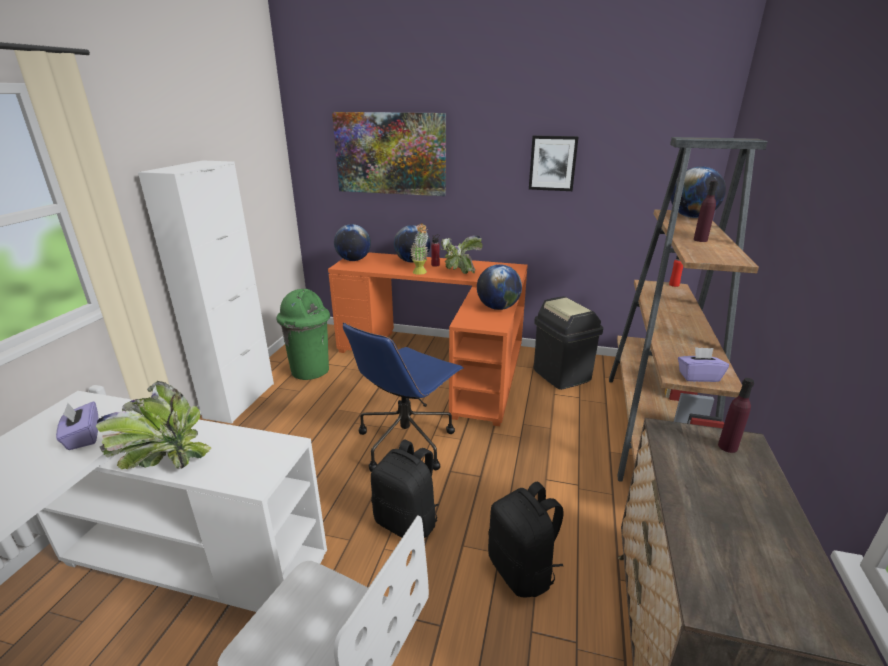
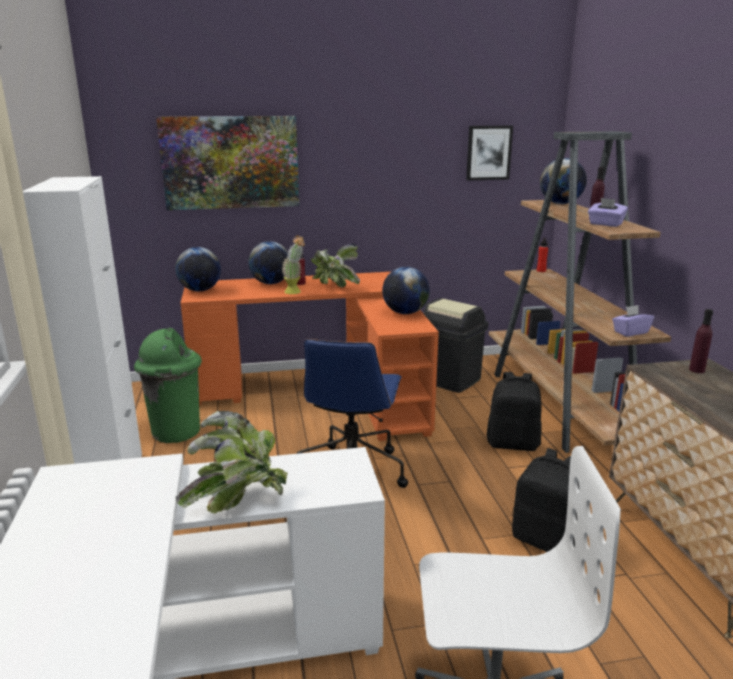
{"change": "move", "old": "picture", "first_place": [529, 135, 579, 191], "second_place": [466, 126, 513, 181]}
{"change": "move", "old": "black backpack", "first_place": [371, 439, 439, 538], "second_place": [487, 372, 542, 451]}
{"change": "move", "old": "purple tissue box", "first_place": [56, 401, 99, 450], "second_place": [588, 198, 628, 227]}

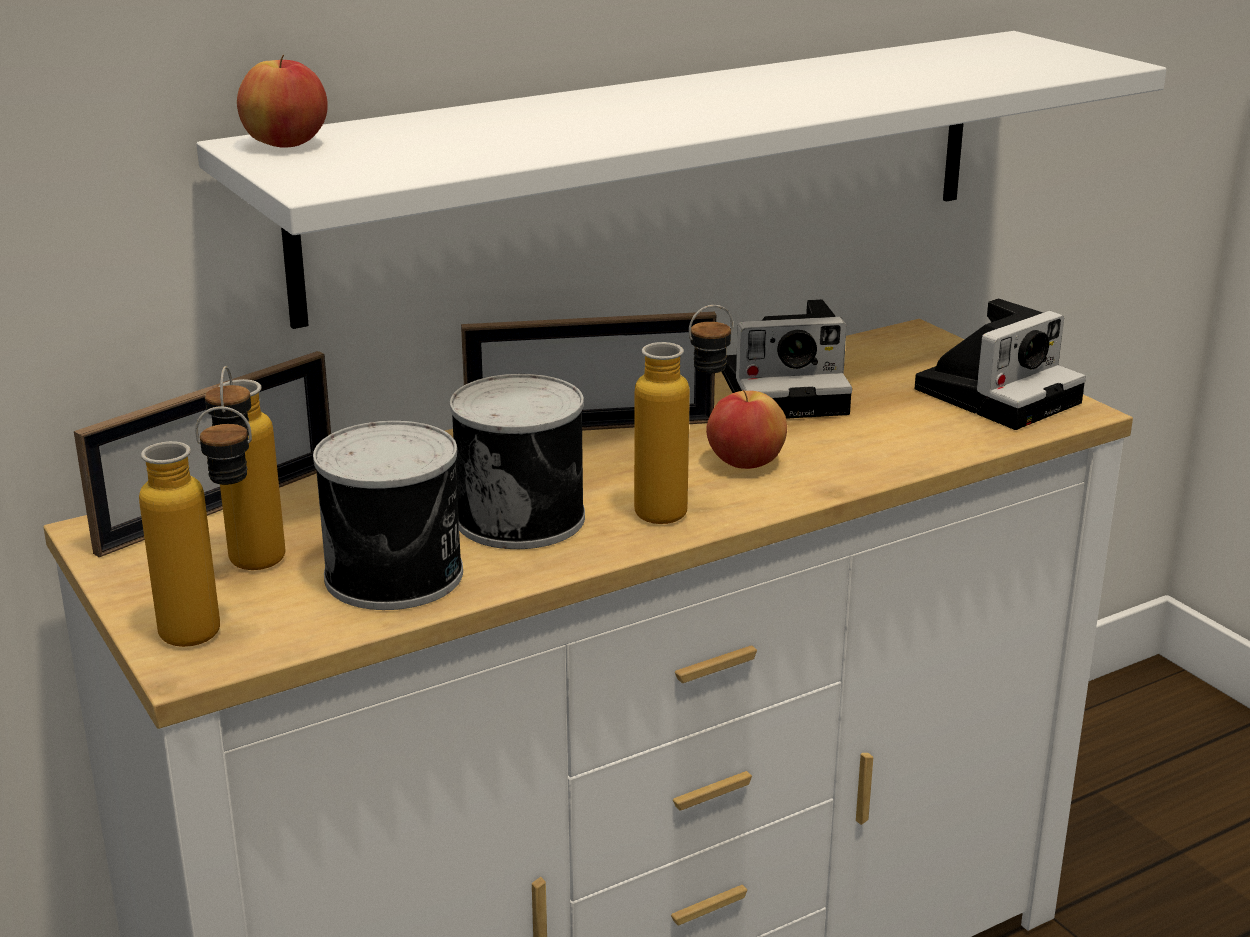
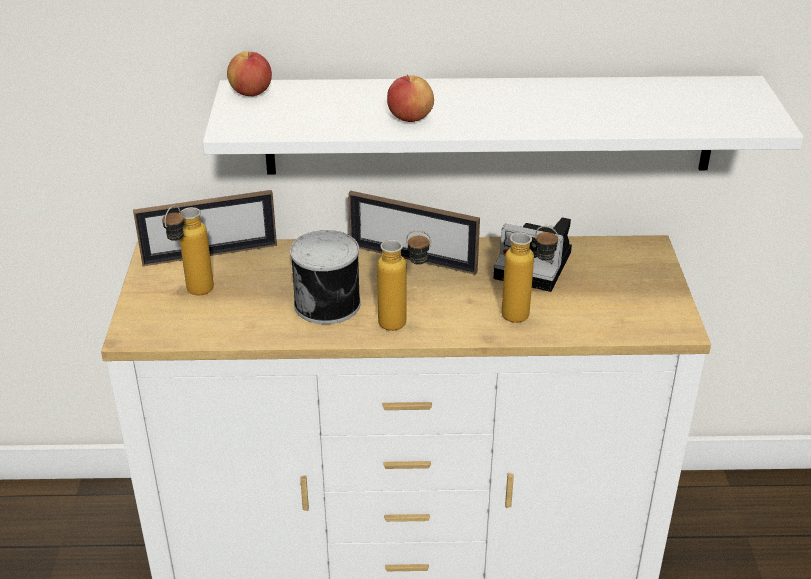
{"change": "move", "old": "apple", "first_place": [706, 389, 787, 469], "second_place": [387, 75, 434, 122]}
{"change": "move", "old": "bottle", "first_place": [139, 406, 252, 647], "second_place": [502, 226, 559, 323]}
{"change": "delete", "old": "can", "first_place": [313, 421, 463, 610]}
{"change": "delete", "old": "photo camera", "first_place": [915, 299, 1086, 430]}

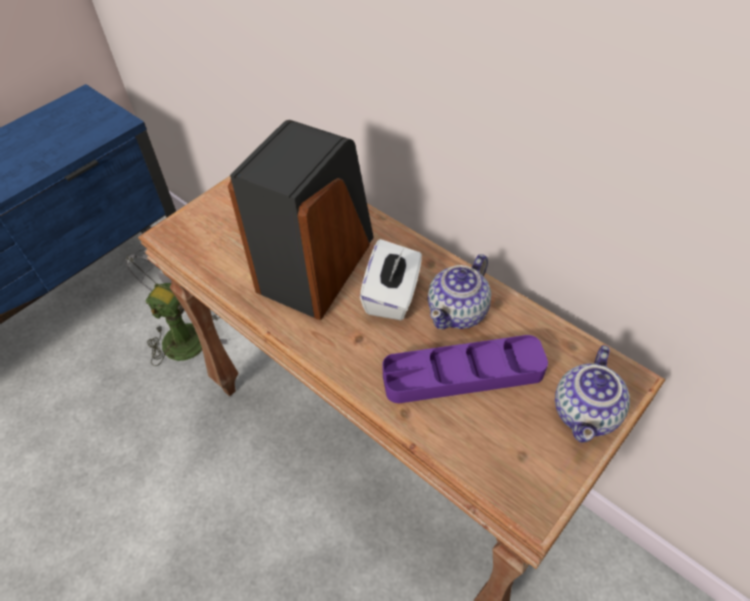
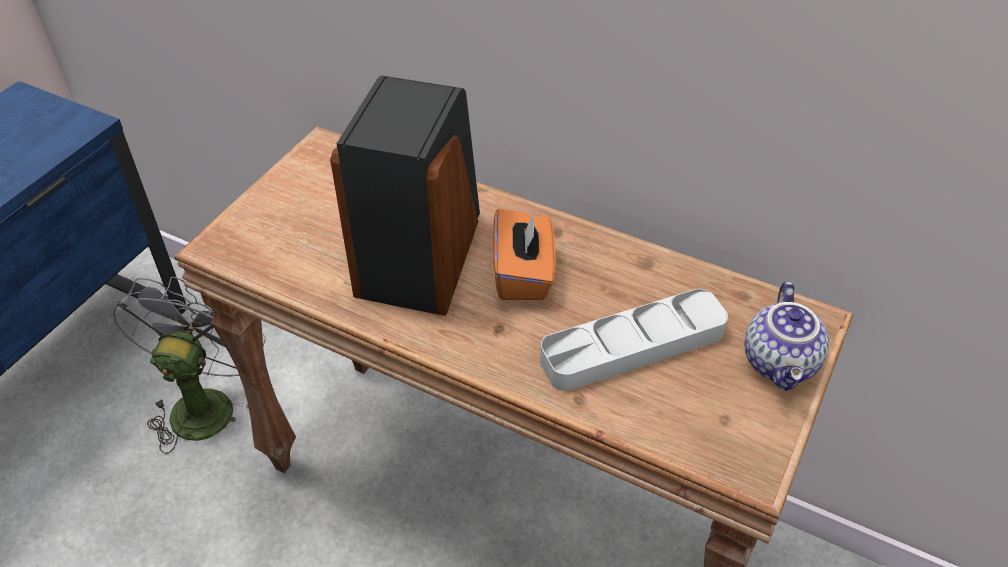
{"change": "recolor", "old": "white tissue box", "new": "orange tissue box", "first_place": [360, 239, 422, 320], "second_place": [493, 208, 555, 300]}
{"change": "recolor", "old": "purple tray", "new": "grey tray", "first_place": [382, 335, 548, 403], "second_place": [540, 289, 728, 391]}
{"change": "delete", "old": "teapot", "first_place": [428, 254, 491, 329]}

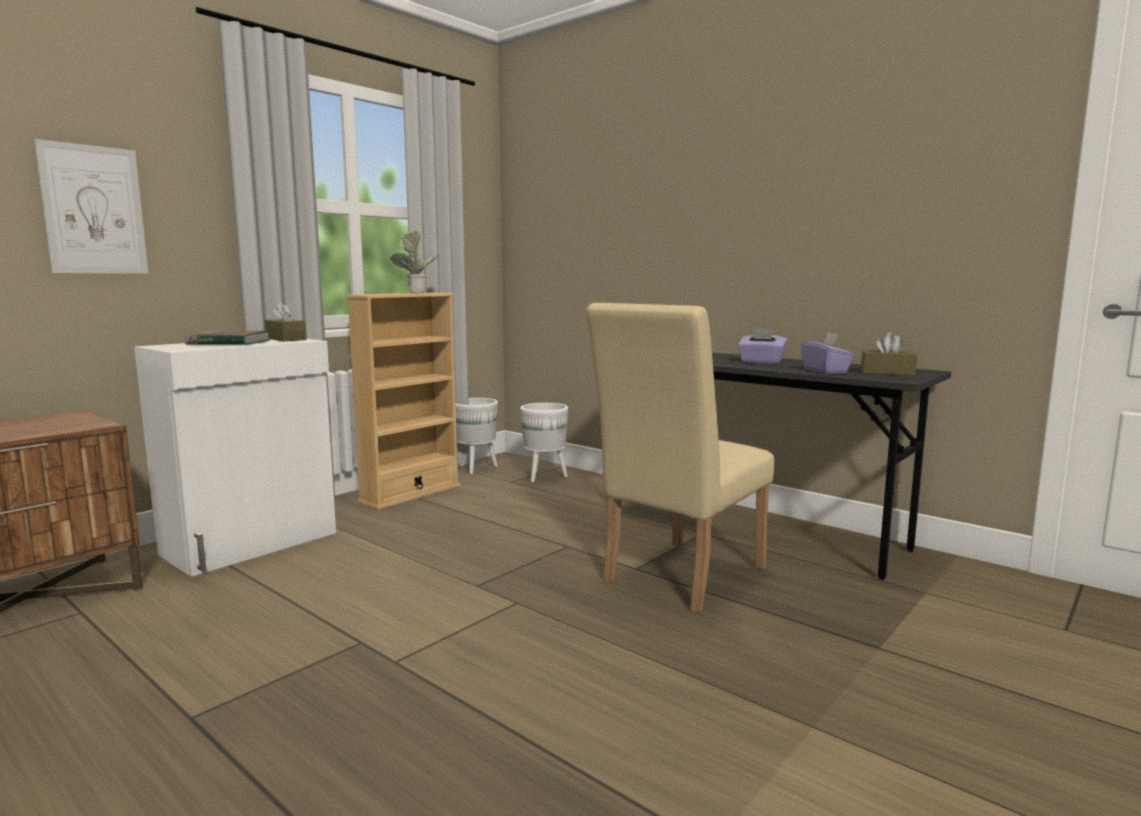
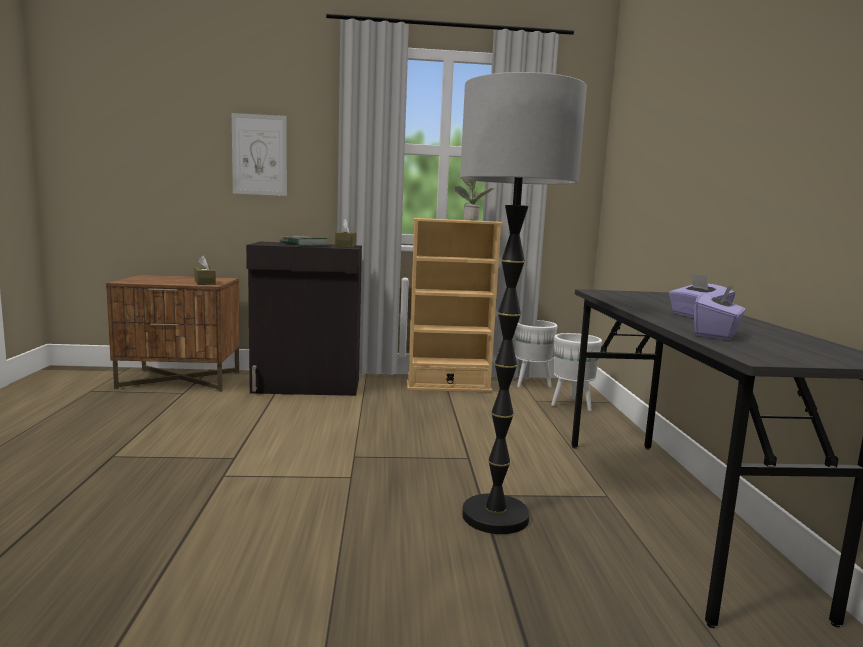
{"change": "move", "old": "brown tissue box", "first_place": [861, 332, 917, 376], "second_place": [194, 256, 216, 285]}
{"change": "recolor", "old": "white cabinet", "new": "black cabinet", "first_place": [134, 339, 336, 577], "second_place": [246, 242, 362, 396]}
{"change": "replace", "old": "beige chair", "new": "floor lamp", "first_place": [586, 303, 774, 614], "second_place": [460, 72, 587, 534]}

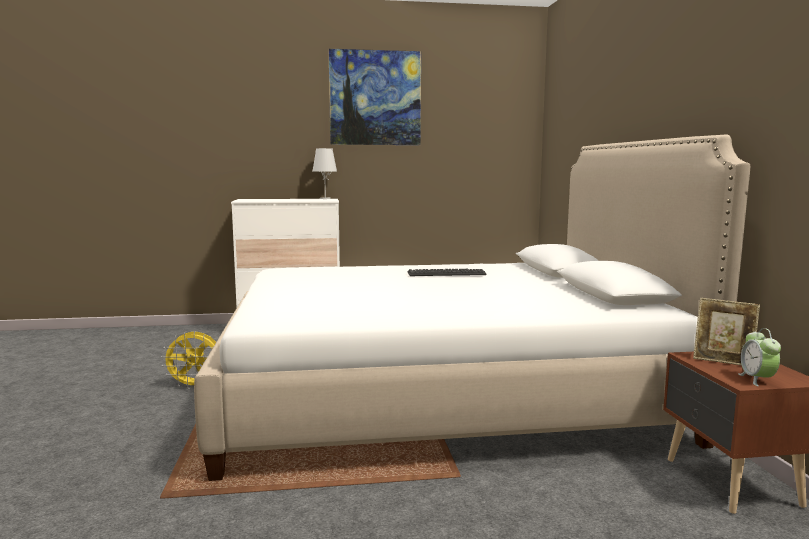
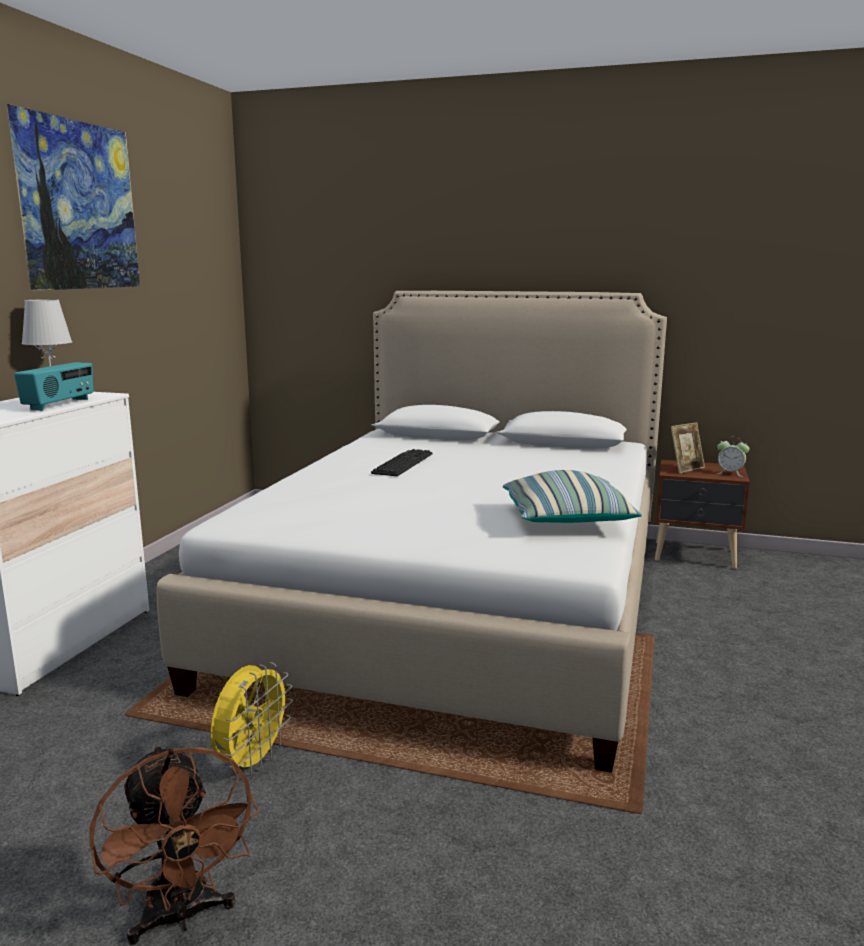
{"change": "insert", "new": "radio", "second_place": [14, 362, 93, 411]}
{"change": "insert", "new": "brown fan", "second_place": [90, 745, 259, 945]}
{"change": "insert", "new": "pillow", "second_place": [503, 470, 642, 523]}

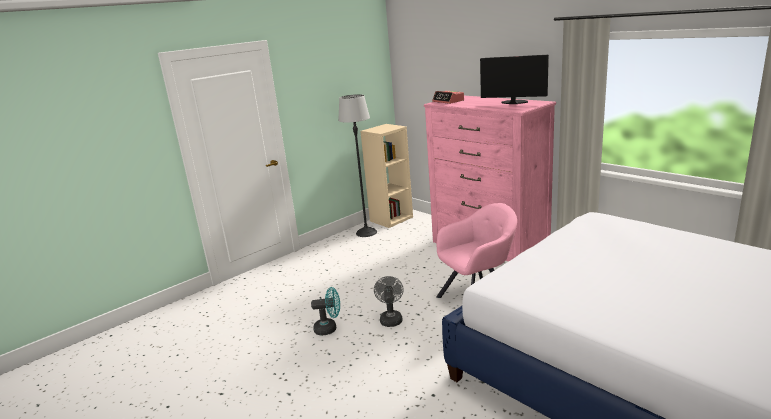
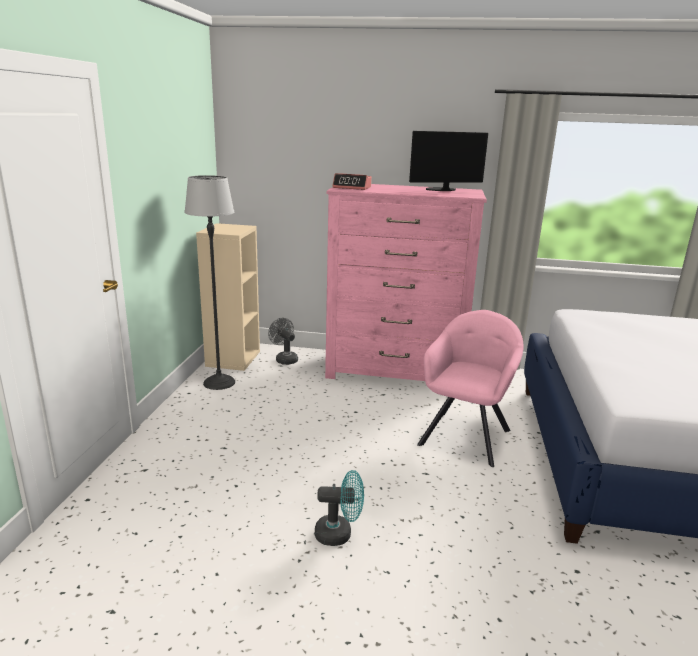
{"change": "move", "old": "grey fan", "first_place": [374, 276, 404, 327], "second_place": [268, 318, 298, 365]}
{"change": "rotate", "old": "turquoise fan", "first_place": [311, 287, 340, 335], "second_place": [315, 470, 364, 546], "degrees": 45}

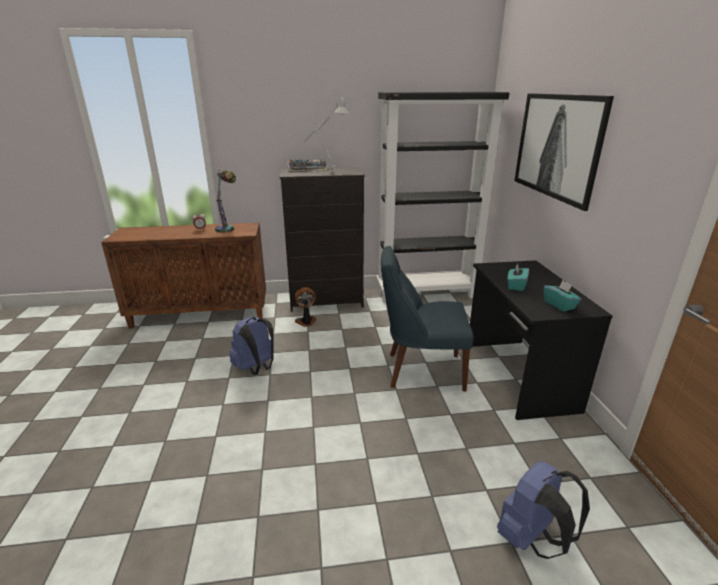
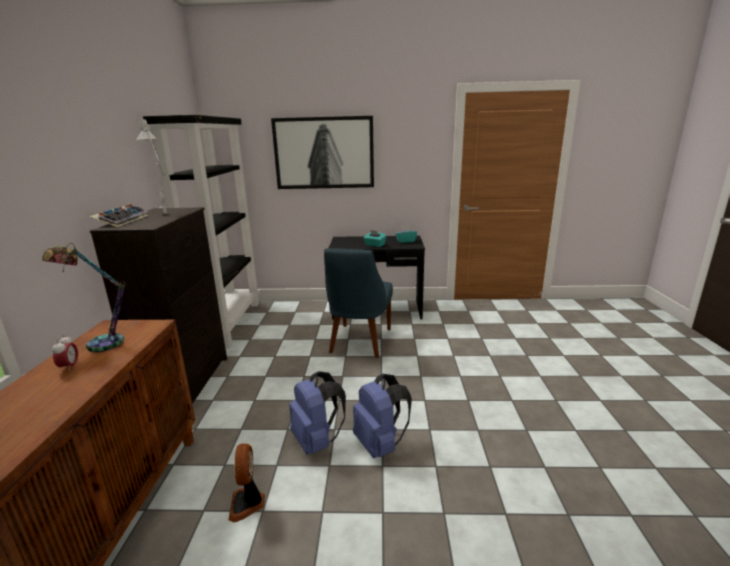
{"change": "move", "old": "fan", "first_place": [295, 287, 316, 327], "second_place": [229, 444, 265, 522]}
{"change": "move", "old": "blue backpack", "first_place": [497, 461, 590, 559], "second_place": [353, 374, 412, 458]}

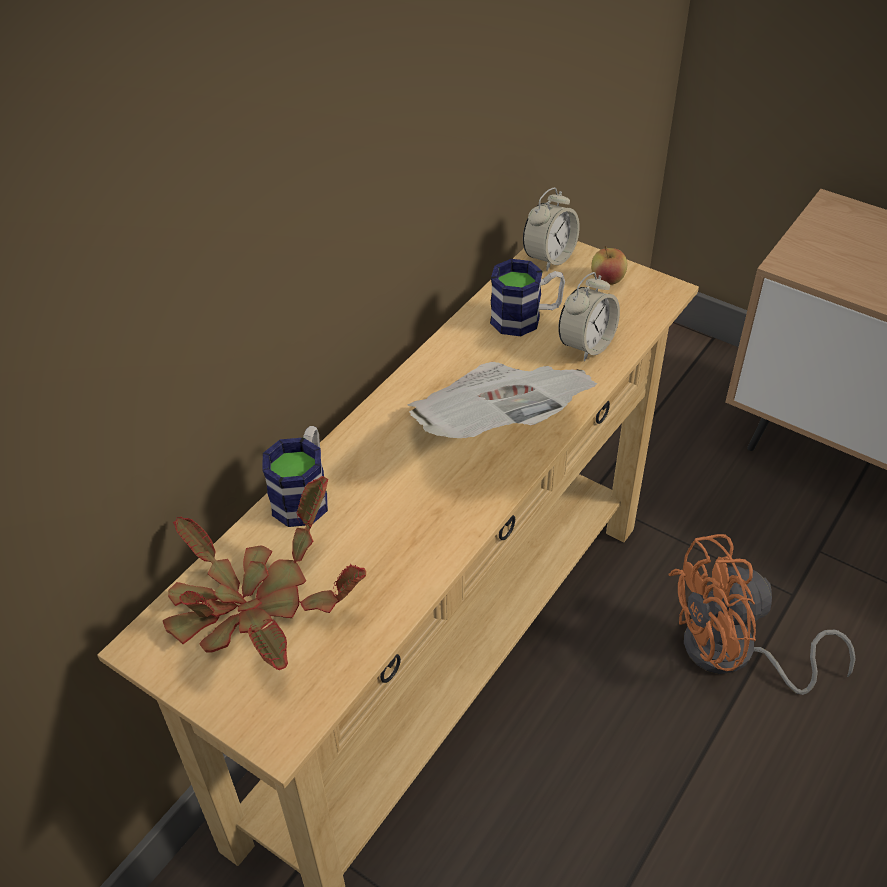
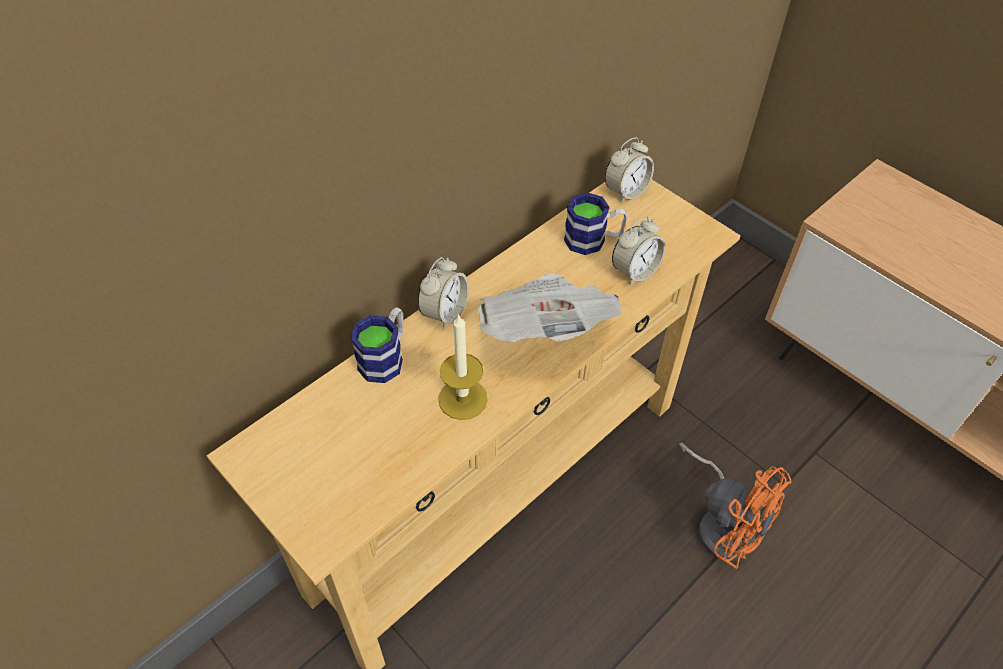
{"change": "insert", "new": "alarm clock", "second_place": [418, 257, 469, 329]}
{"change": "insert", "new": "candle", "second_place": [438, 314, 488, 420]}
{"change": "rotate", "old": "orange fan", "first_place": [668, 534, 856, 695], "second_place": [679, 443, 791, 569], "degrees": -135}
{"change": "delete", "old": "potted plant", "first_place": [163, 476, 366, 670]}
{"change": "delete", "old": "apple", "first_place": [591, 246, 627, 285]}

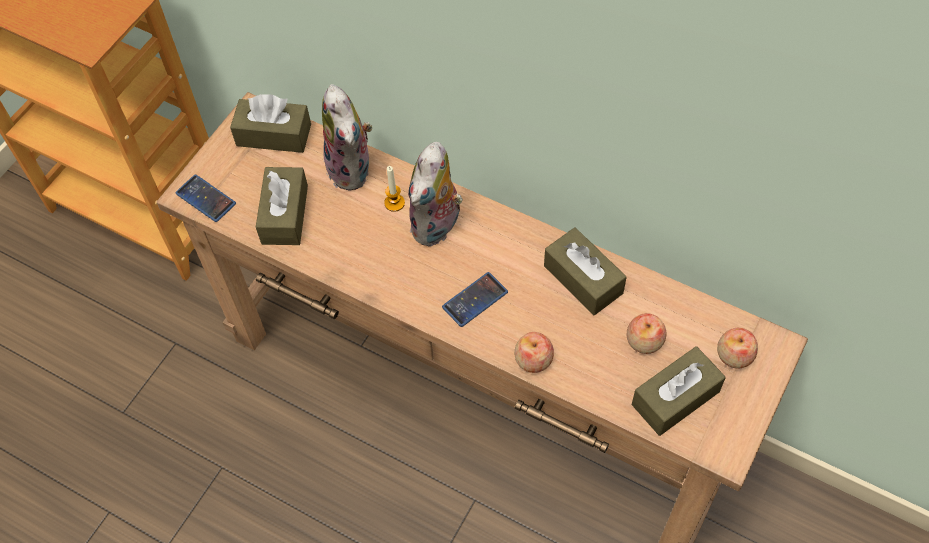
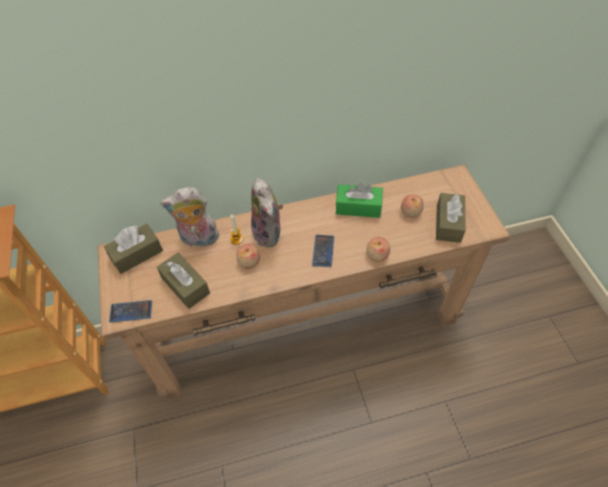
{"change": "rotate", "old": "plush toy", "first_place": [322, 84, 372, 190], "second_place": [160, 187, 219, 247], "degrees": 150}
{"change": "move", "old": "apple", "first_place": [717, 328, 758, 369], "second_place": [236, 244, 260, 269]}
{"change": "recolor", "old": "brown tissue box", "new": "green tissue box", "first_place": [544, 227, 627, 316], "second_place": [336, 183, 383, 218]}

